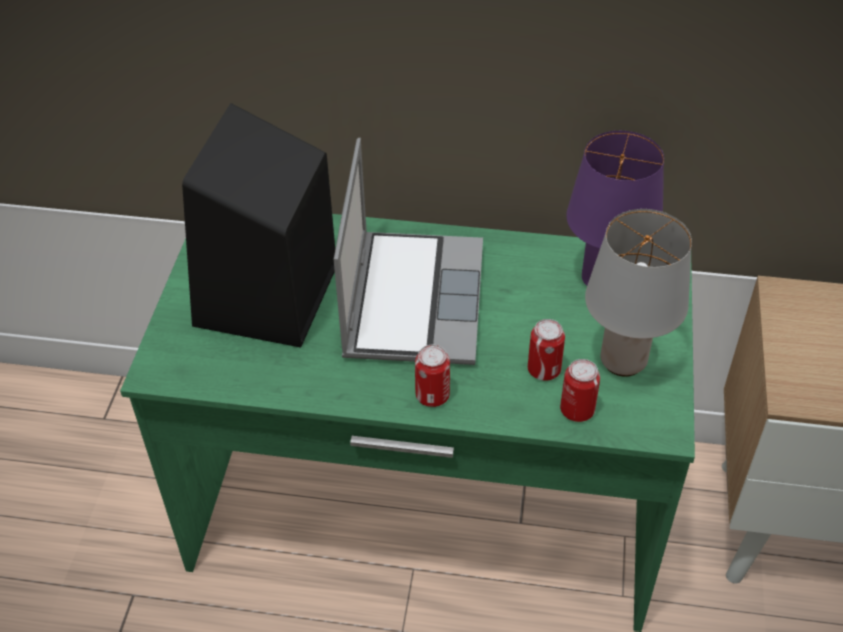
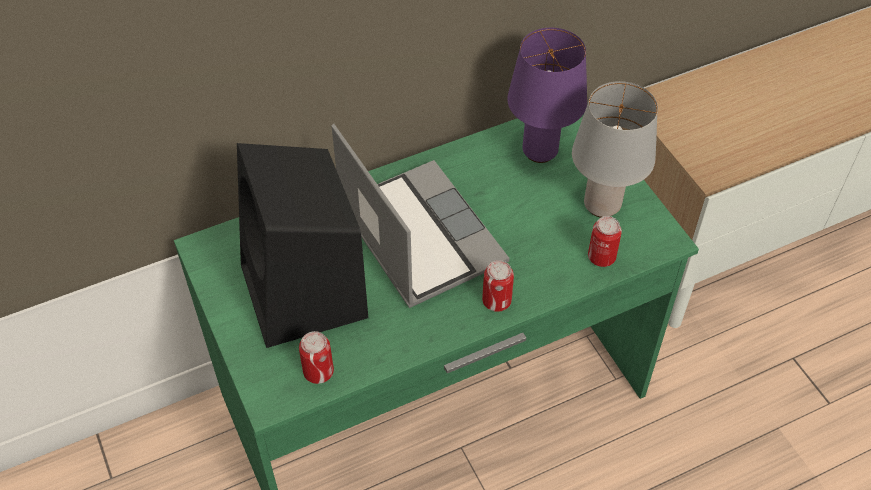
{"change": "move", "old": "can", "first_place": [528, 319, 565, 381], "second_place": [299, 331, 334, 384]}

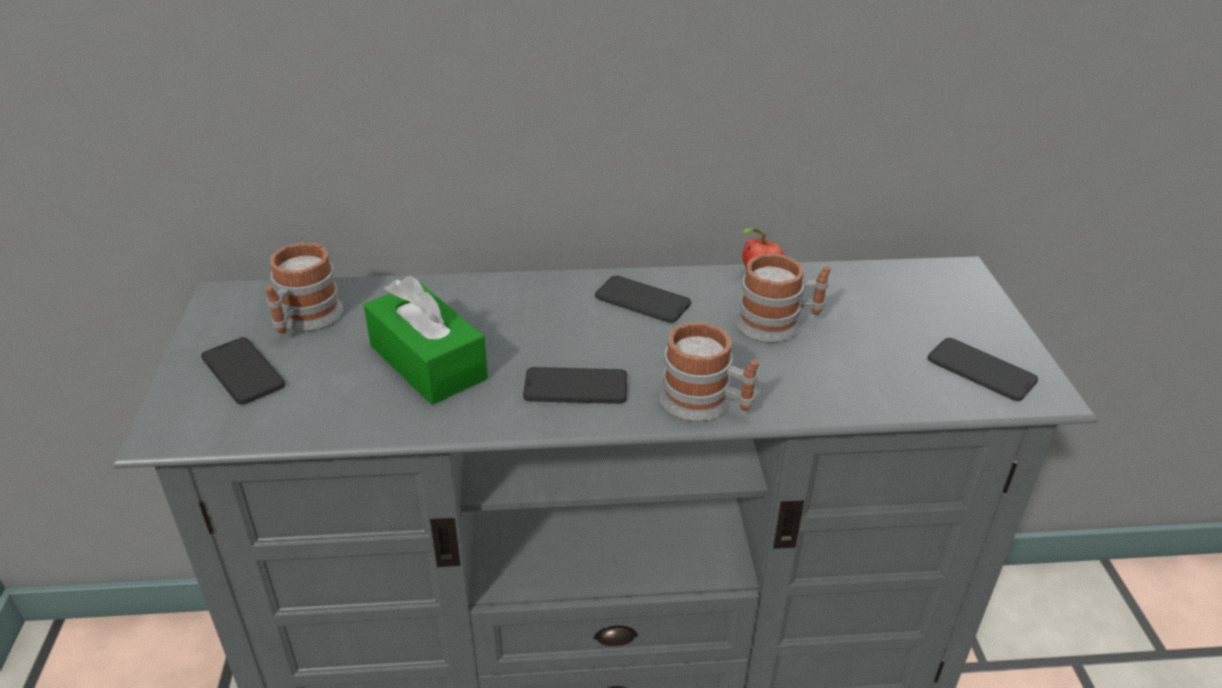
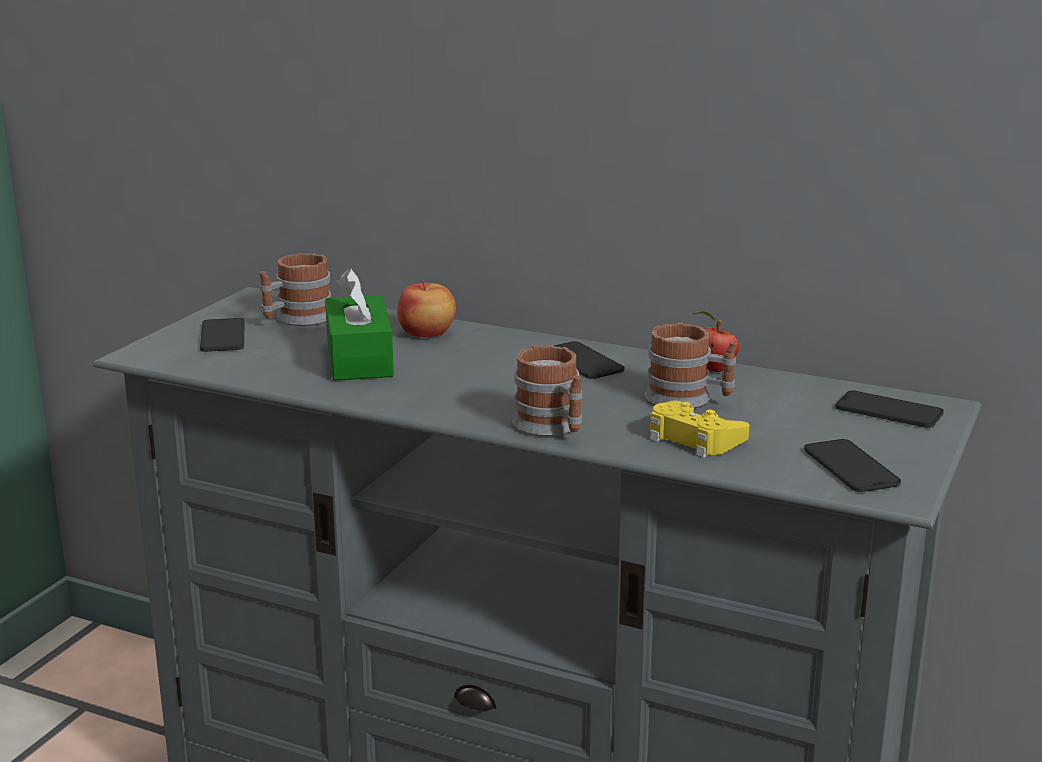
{"change": "insert", "new": "apple", "second_place": [397, 280, 456, 337]}
{"change": "insert", "new": "yellow game controller", "second_place": [649, 401, 749, 458]}
{"change": "move", "old": "phone", "first_place": [523, 367, 627, 404], "second_place": [835, 390, 944, 428]}

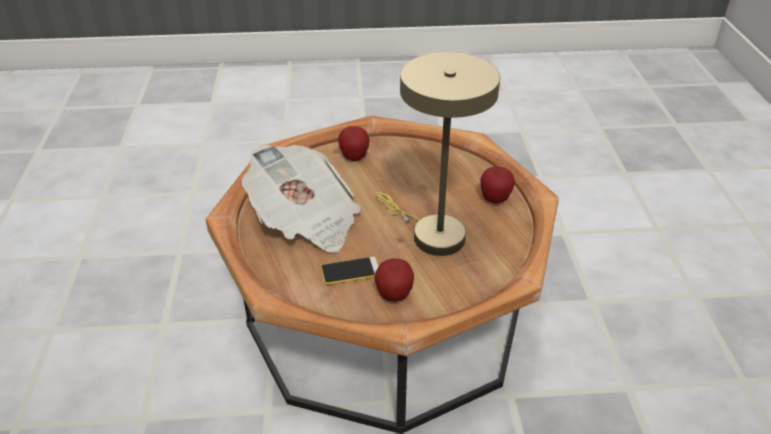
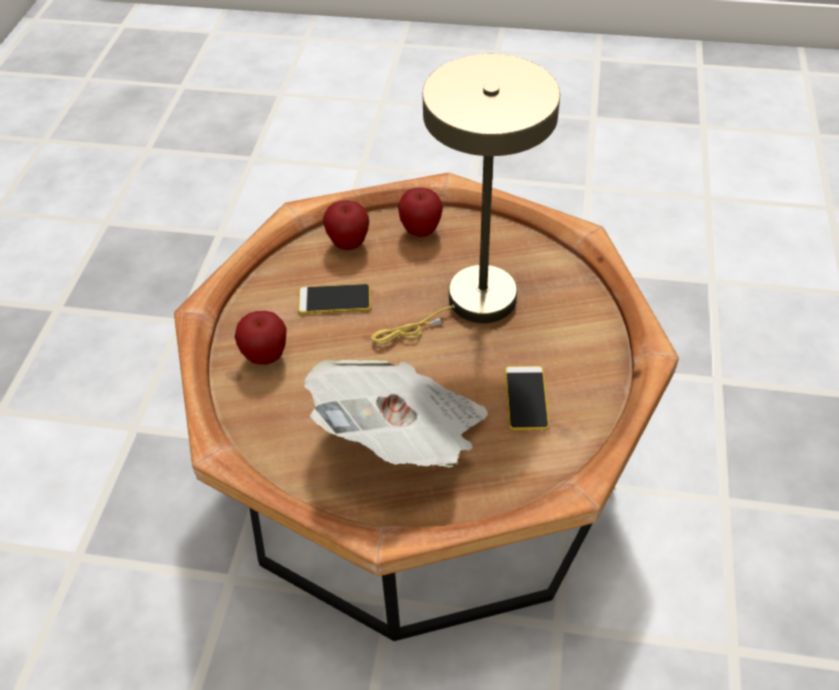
{"change": "insert", "new": "phone", "second_place": [298, 284, 371, 314]}
{"change": "move", "old": "apple", "first_place": [375, 258, 414, 302], "second_place": [323, 200, 369, 250]}

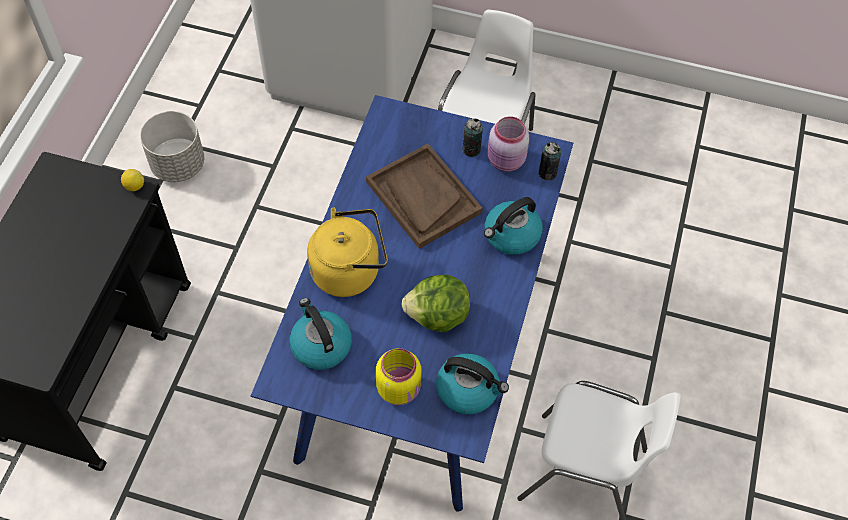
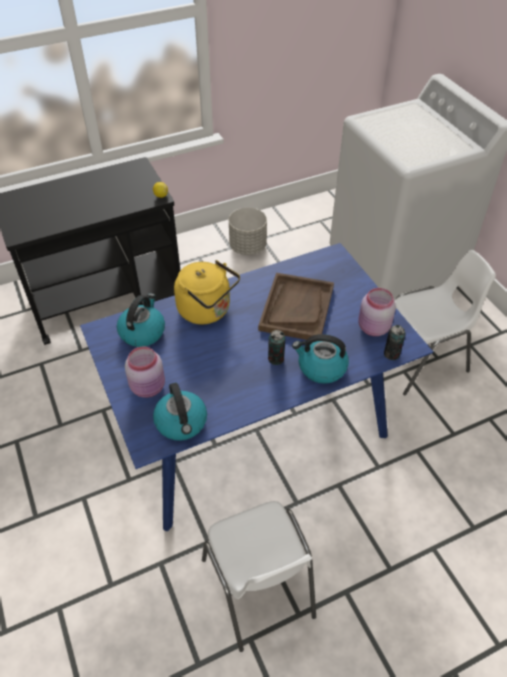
{"change": "recolor", "old": "yellow jar", "new": "pink jar", "first_place": [376, 348, 422, 405], "second_place": [125, 346, 165, 398]}
{"change": "move", "old": "can", "first_place": [462, 119, 483, 157], "second_place": [268, 330, 285, 365]}
{"change": "delete", "old": "lettuce", "first_place": [401, 275, 470, 332]}

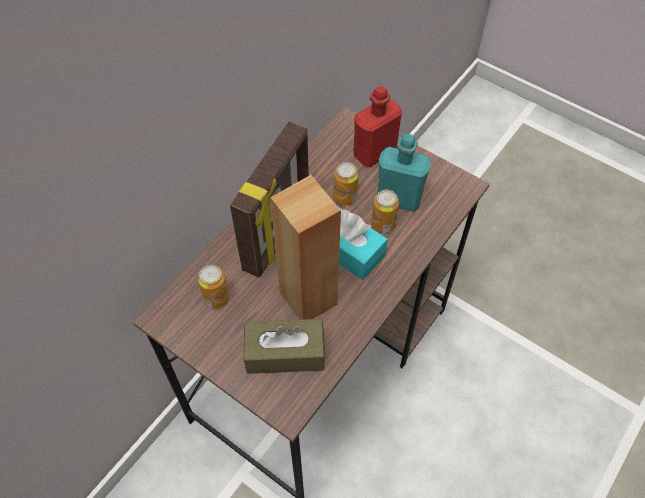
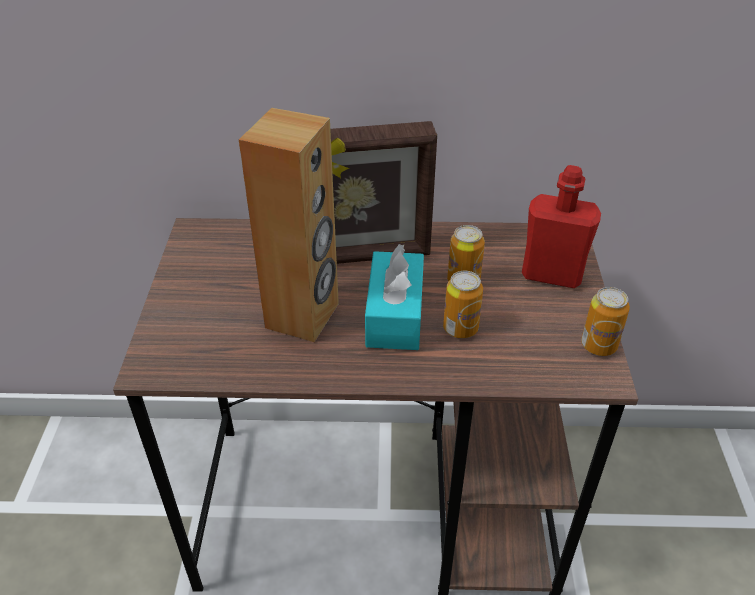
{"change": "move", "old": "can", "first_place": [198, 265, 230, 309], "second_place": [581, 287, 630, 356]}
{"change": "delete", "old": "brown tissue box", "first_place": [244, 319, 325, 374]}
{"change": "delete", "old": "turquoise bottle", "first_place": [377, 134, 431, 212]}

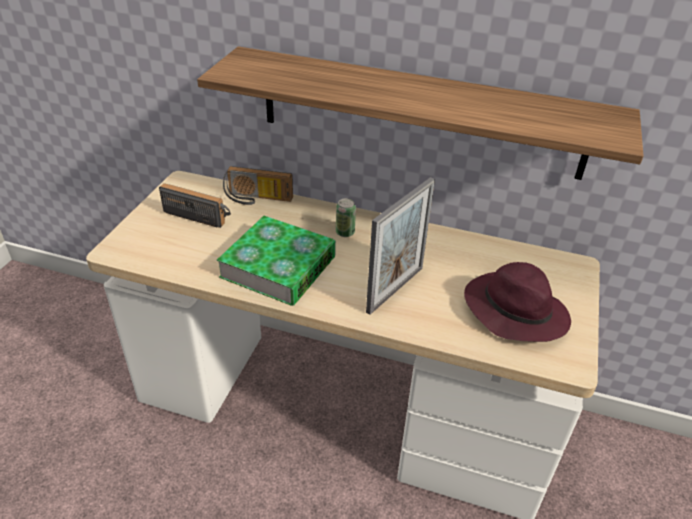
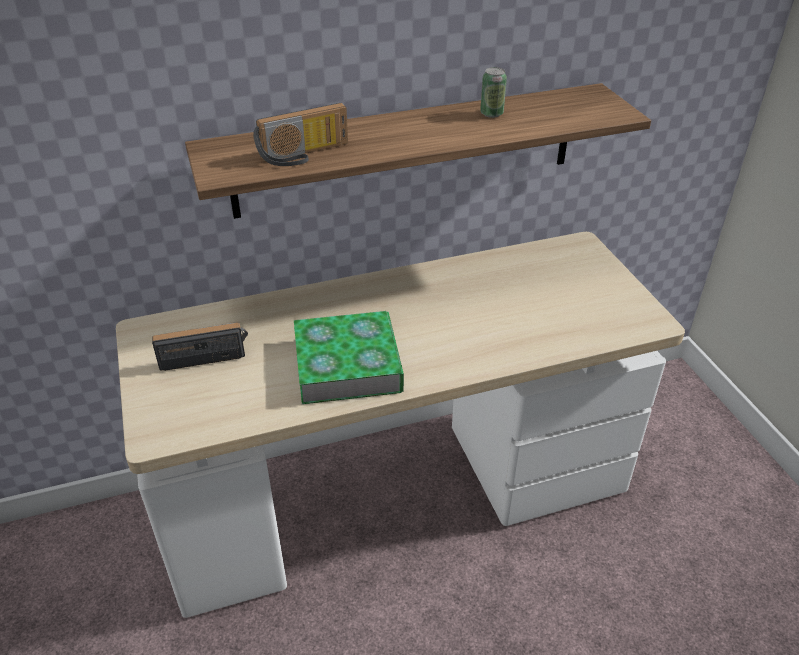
{"change": "move", "old": "radio", "first_place": [223, 166, 293, 205], "second_place": [253, 103, 348, 166]}
{"change": "move", "old": "can", "first_place": [336, 198, 356, 237], "second_place": [480, 67, 507, 118]}
{"change": "delete", "old": "picture frame", "first_place": [366, 177, 435, 315]}
{"change": "delete", "old": "purple hat", "first_place": [464, 262, 571, 342]}

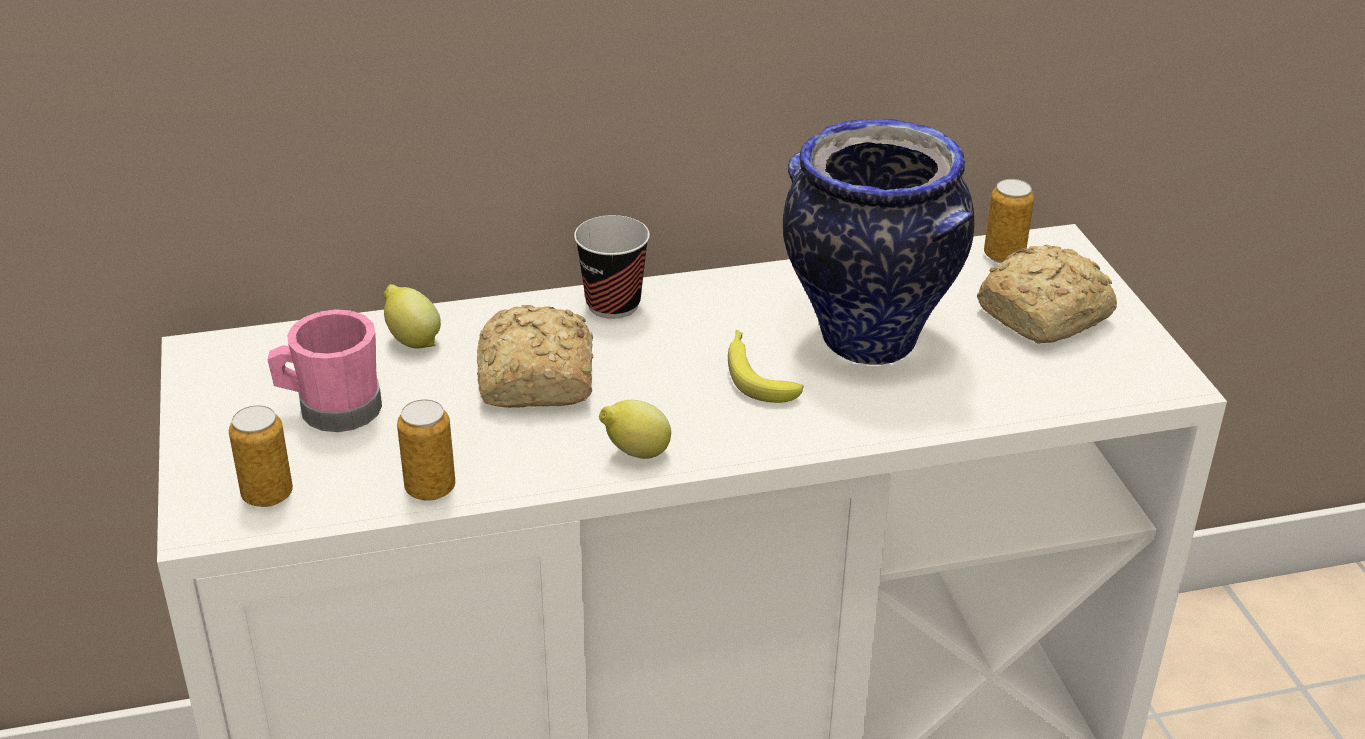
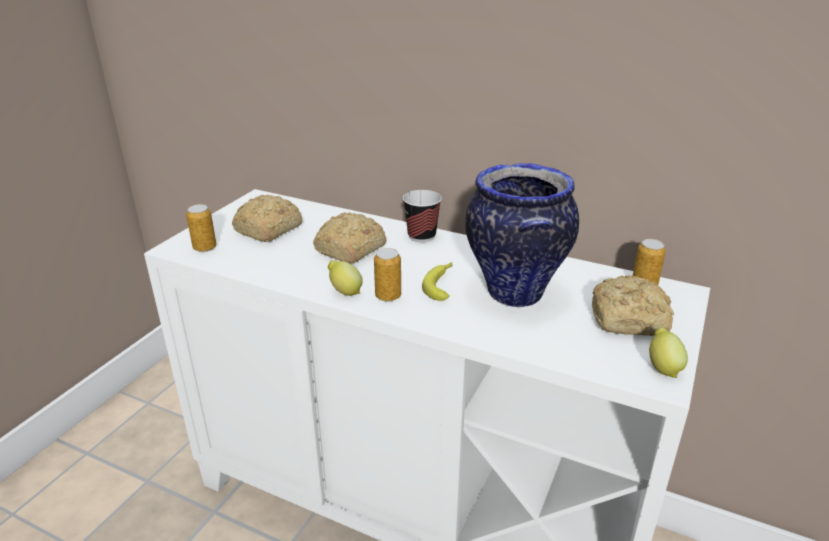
{"change": "replace", "old": "pink mug", "new": "bread", "first_place": [267, 309, 382, 432], "second_place": [232, 195, 303, 242]}
{"change": "move", "old": "can", "first_place": [397, 399, 455, 501], "second_place": [374, 248, 401, 302]}
{"change": "move", "old": "lemon", "first_place": [383, 284, 441, 349], "second_place": [649, 327, 688, 378]}

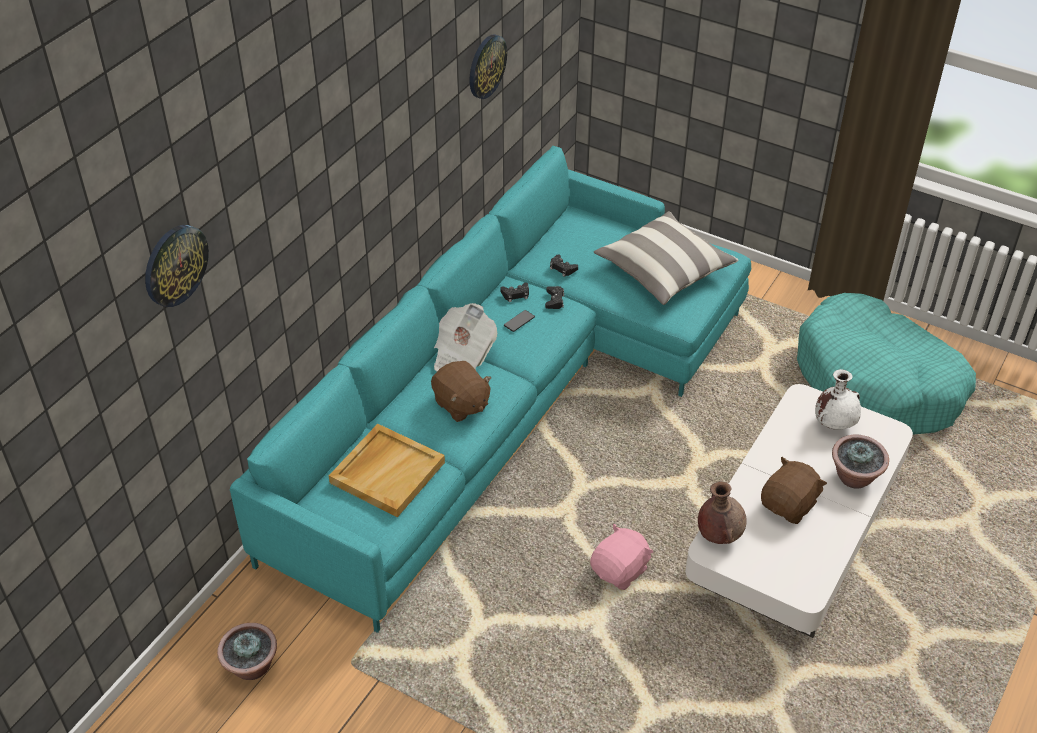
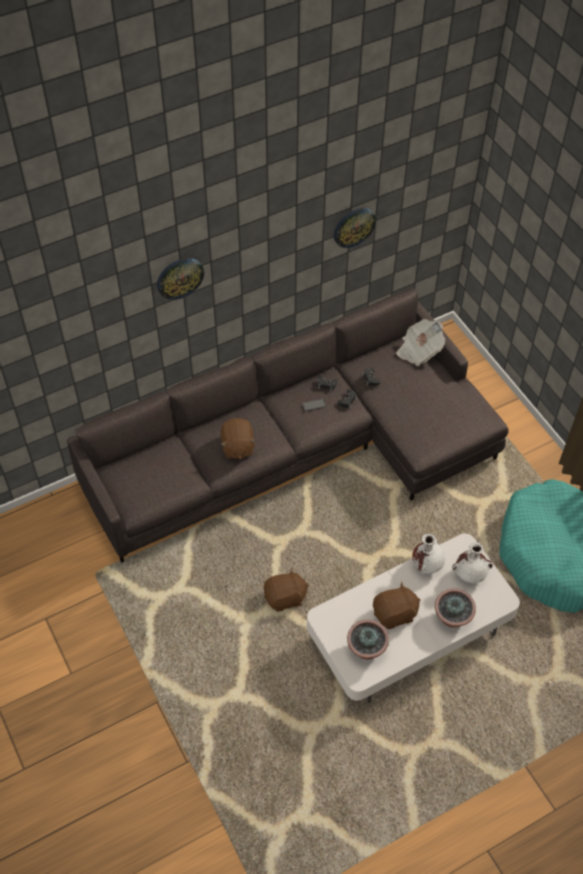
{"change": "recolor", "old": "turquoise sofa", "new": "grey sofa", "first_place": [230, 146, 751, 633], "second_place": [67, 287, 508, 563]}
{"change": "move", "old": "wall clock", "first_place": [145, 225, 209, 307], "second_place": [157, 258, 204, 300]}
{"change": "recolor", "old": "pink plush toy", "new": "brown plush toy", "first_place": [590, 524, 653, 590], "second_place": [264, 568, 309, 612]}
{"change": "move", "old": "potted plant", "first_place": [217, 623, 277, 680], "second_place": [347, 619, 389, 659]}
{"change": "move", "old": "newspaper", "first_place": [434, 303, 497, 372], "second_place": [396, 319, 445, 366]}
{"change": "insert", "new": "white vase", "second_place": [412, 533, 445, 574]}
{"change": "delete", "old": "beige tray", "first_place": [329, 424, 445, 517]}
{"change": "delete", "old": "pillow", "first_place": [594, 211, 739, 305]}
{"change": "delete", "old": "brown vase", "first_place": [698, 482, 746, 544]}

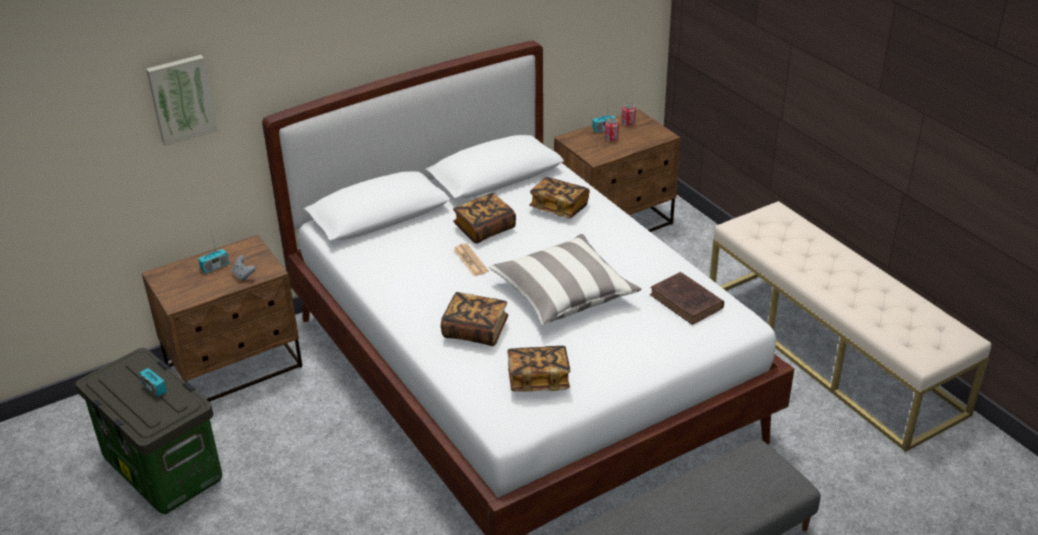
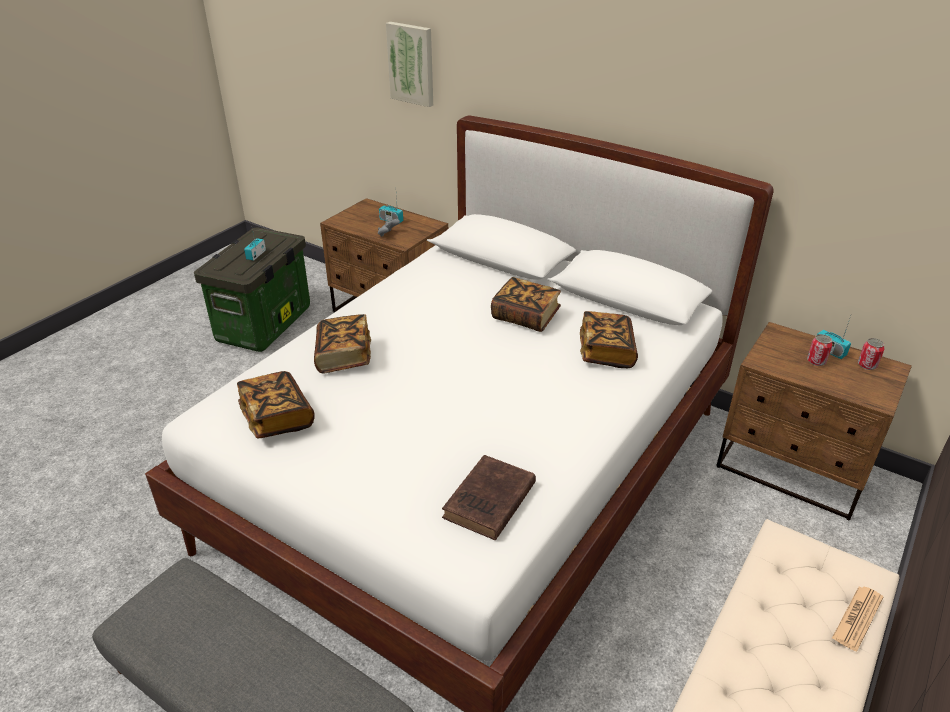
{"change": "move", "old": "newspaper", "first_place": [453, 243, 488, 276], "second_place": [832, 586, 883, 651]}
{"change": "delete", "old": "pillow", "first_place": [489, 234, 641, 326]}

